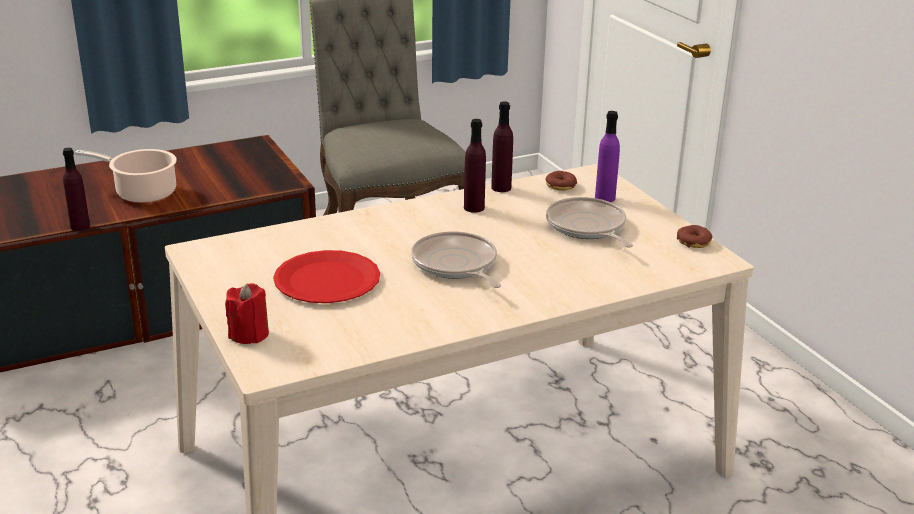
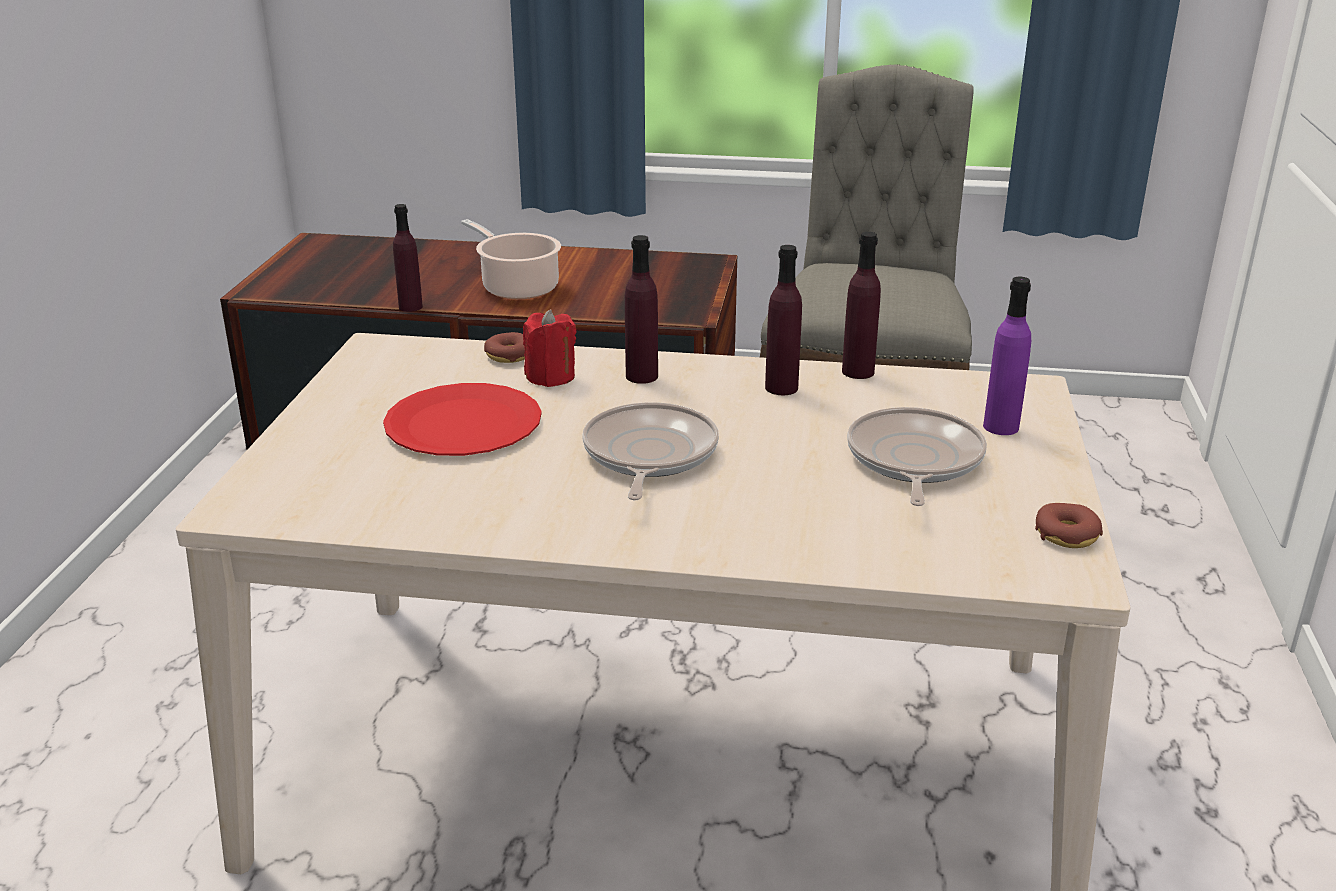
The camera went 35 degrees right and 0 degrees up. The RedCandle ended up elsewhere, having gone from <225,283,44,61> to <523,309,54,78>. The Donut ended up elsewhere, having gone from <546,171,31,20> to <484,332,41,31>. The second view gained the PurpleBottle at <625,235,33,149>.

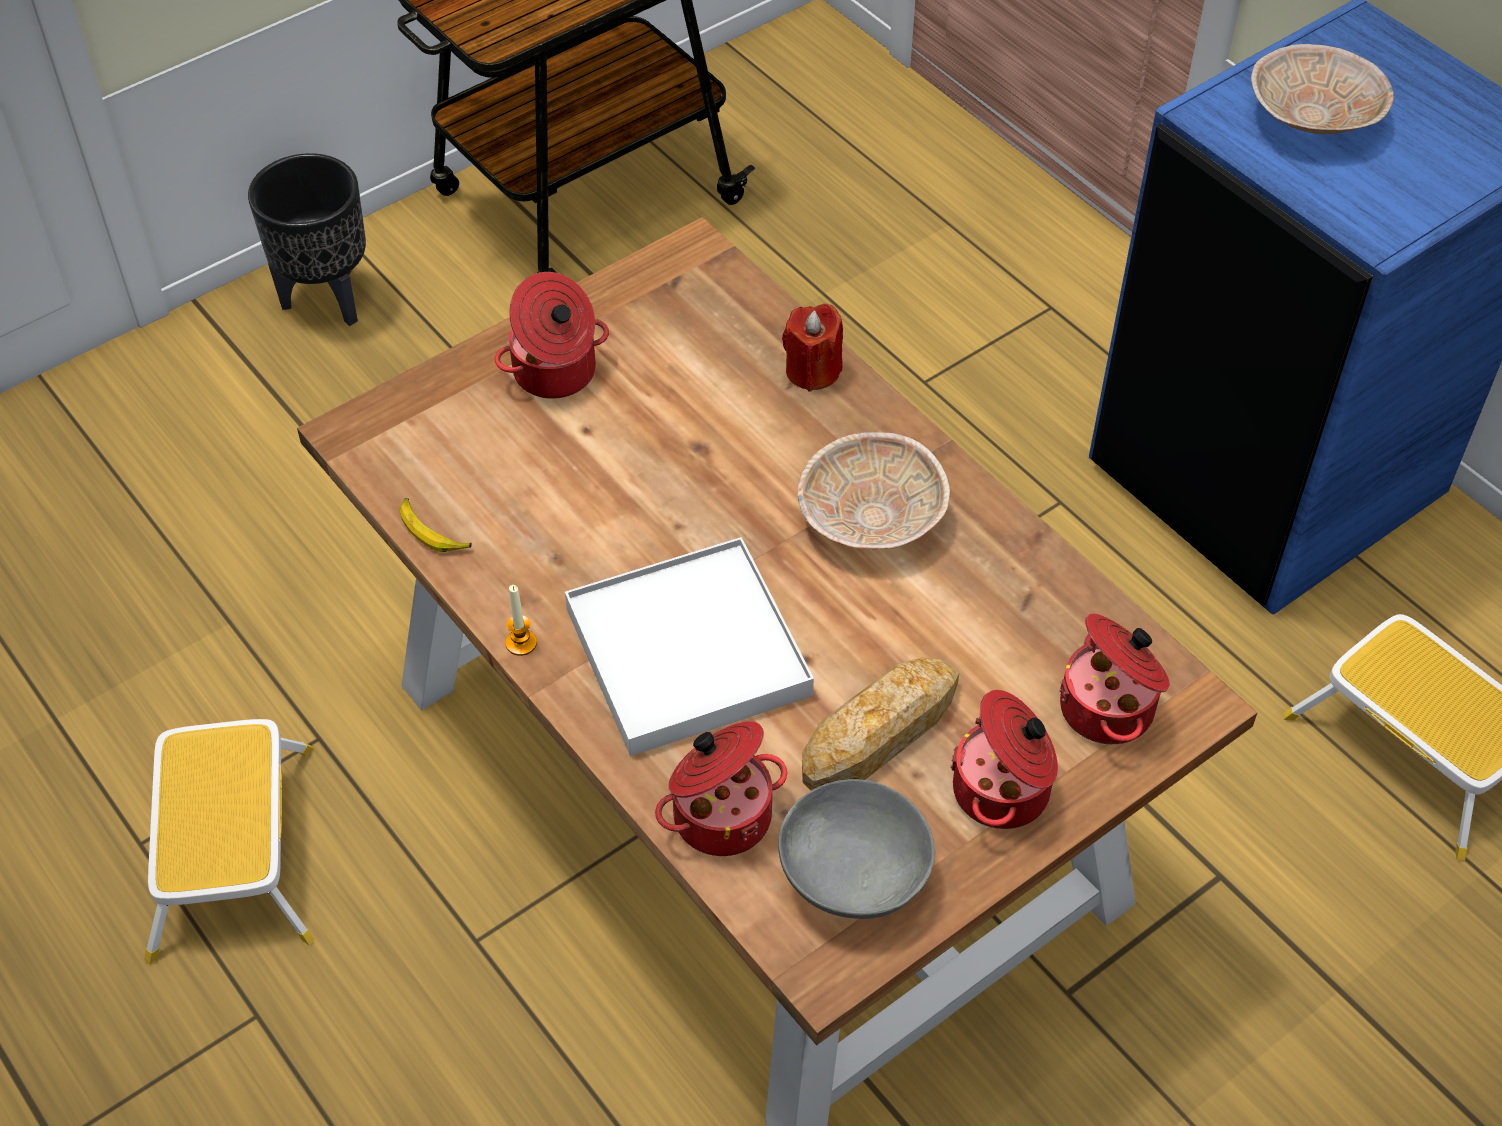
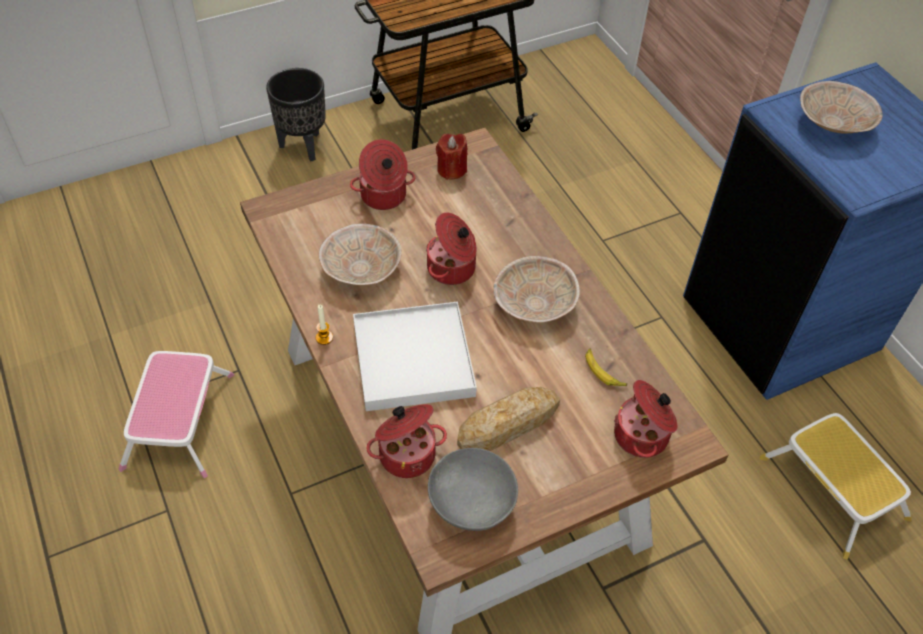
The camera went 10 degrees right and 0 degrees up. What was the YellowStepLadder at <144,719,171,246> turned into the PinkStepLadder at <119,351,115,127>. The Banana ended up elsewhere, having gone from <399,498,73,54> to <585,349,43,37>. The RedCandle ended up elsewhere, having gone from <782,304,61,88> to <436,133,31,47>. The CookingPot ended up elsewhere, having gone from <950,690,108,139> to <426,212,50,73>. The second view gained the BeigeBowl at <319,223,83,62>.

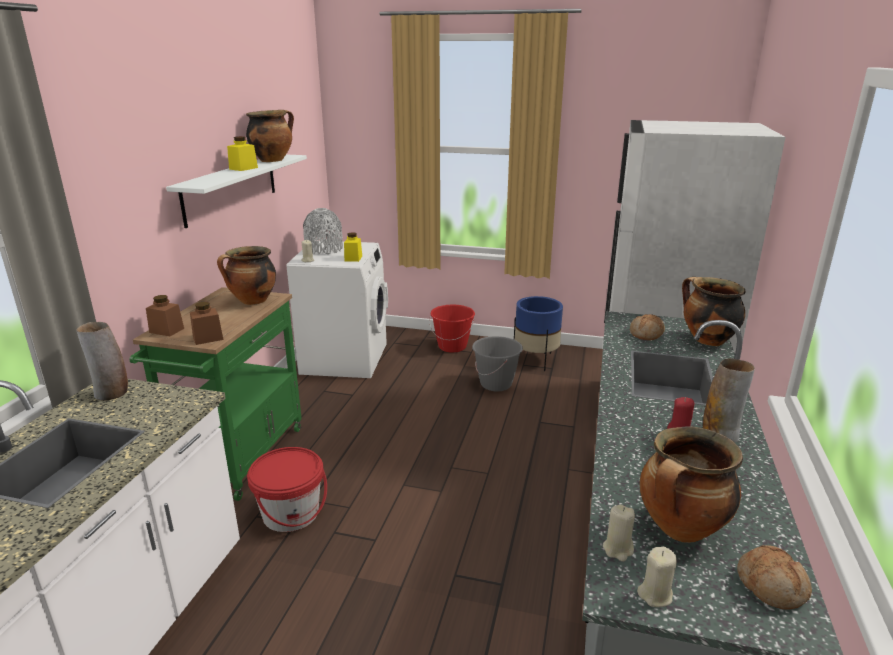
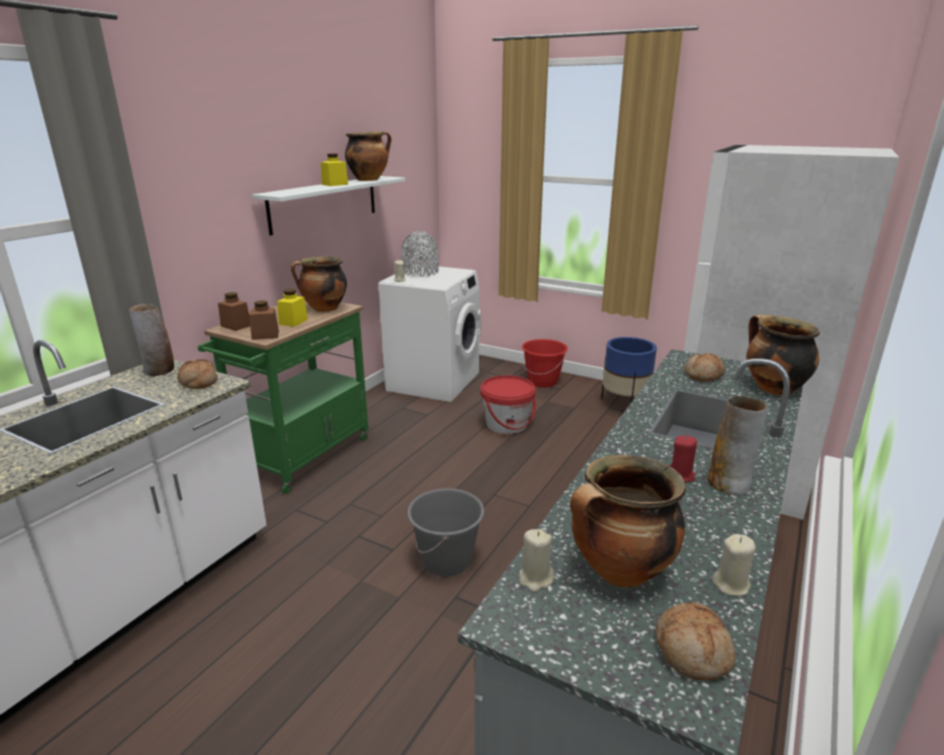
The camera went 15 degrees right and 0 degrees up. The RedBucket ended up elsewhere, having gone from <247,447,80,85> to <480,375,56,59>. The YellowJar ended up elsewhere, having gone from <344,232,18,30> to <277,289,31,38>. The GreyBucket ended up elsewhere, having gone from <472,336,51,55> to <407,488,77,89>. The BeigeCandle ended up elsewhere, having gone from <637,547,40,60> to <712,534,44,62>. The second view gained the Bread at <177,359,41,30>.

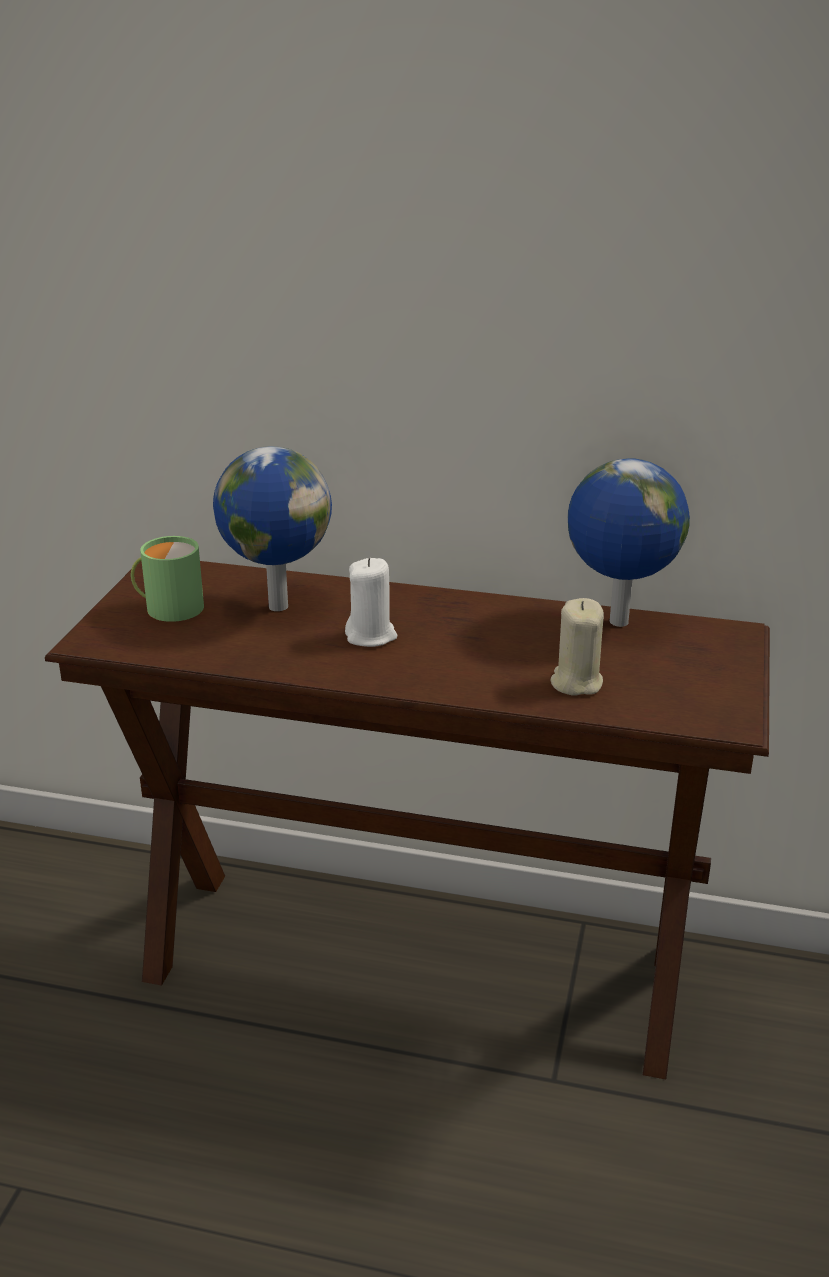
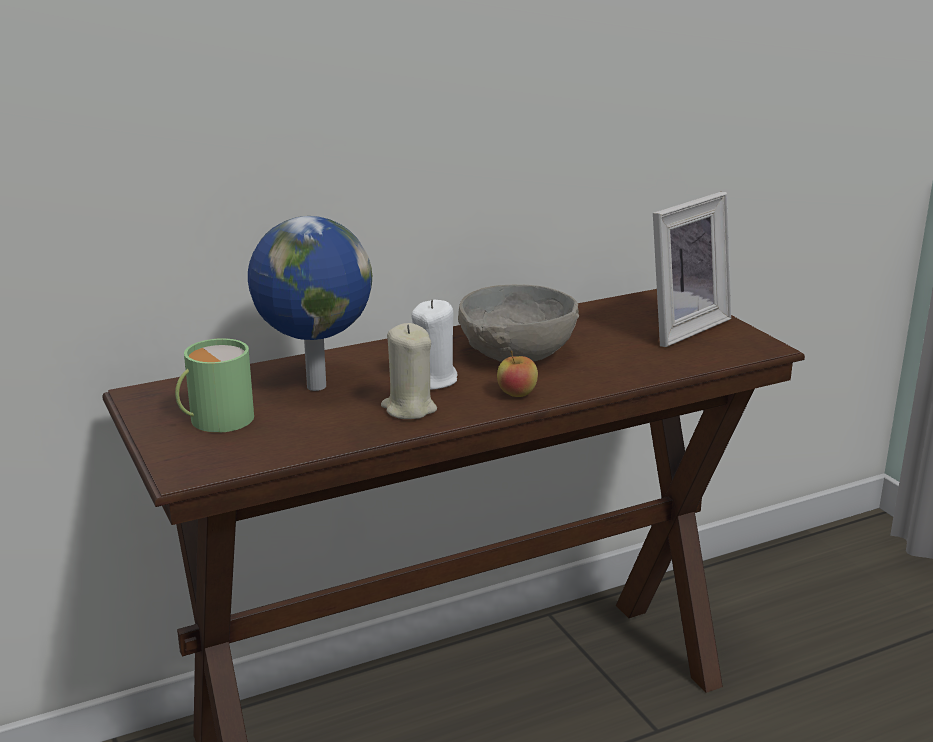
The camera went 40 degrees left and 5 degrees down. The BeigeCandle ended up elsewhere, having gone from <551,598,53,98> to <381,323,56,96>. The second view lost the Globe at <568,458,122,169>. The second view gained the GreyBowl at <458,285,121,77>. The second view gained the Apple at <497,350,41,47>. The second view gained the PictureFrame at <653,192,78,155>.

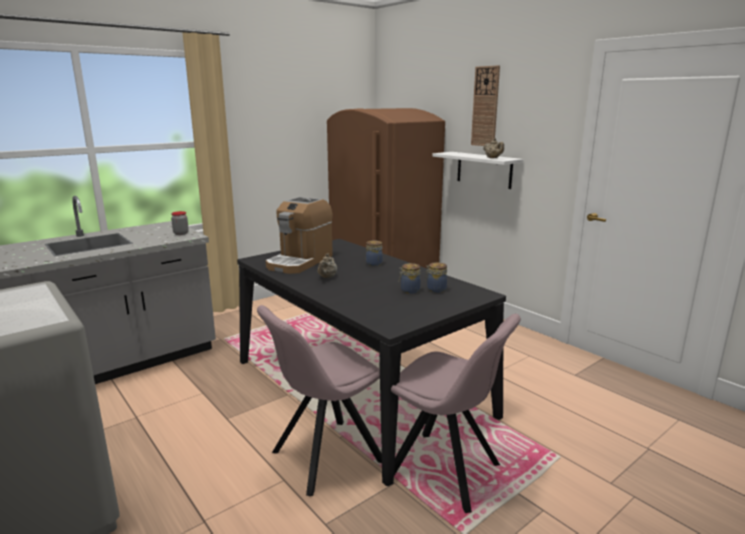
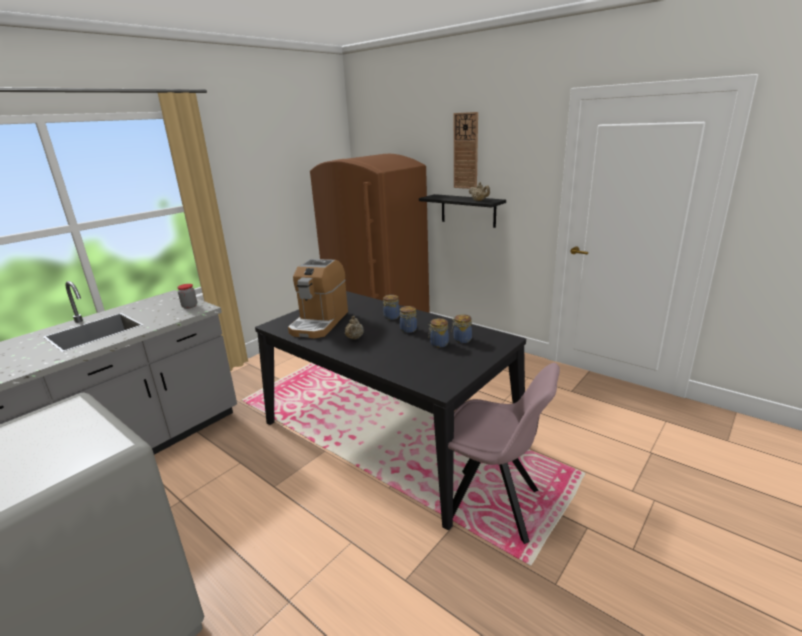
The camera went 10 degrees left and 5 degrees up. The second view lost the PinkChair at <257,305,125,191>. What was the WhiteShelf at <432,152,91,37> turned into the BlackShelf at <419,194,87,34>. The second view gained the Jar at <400,306,17,27>.

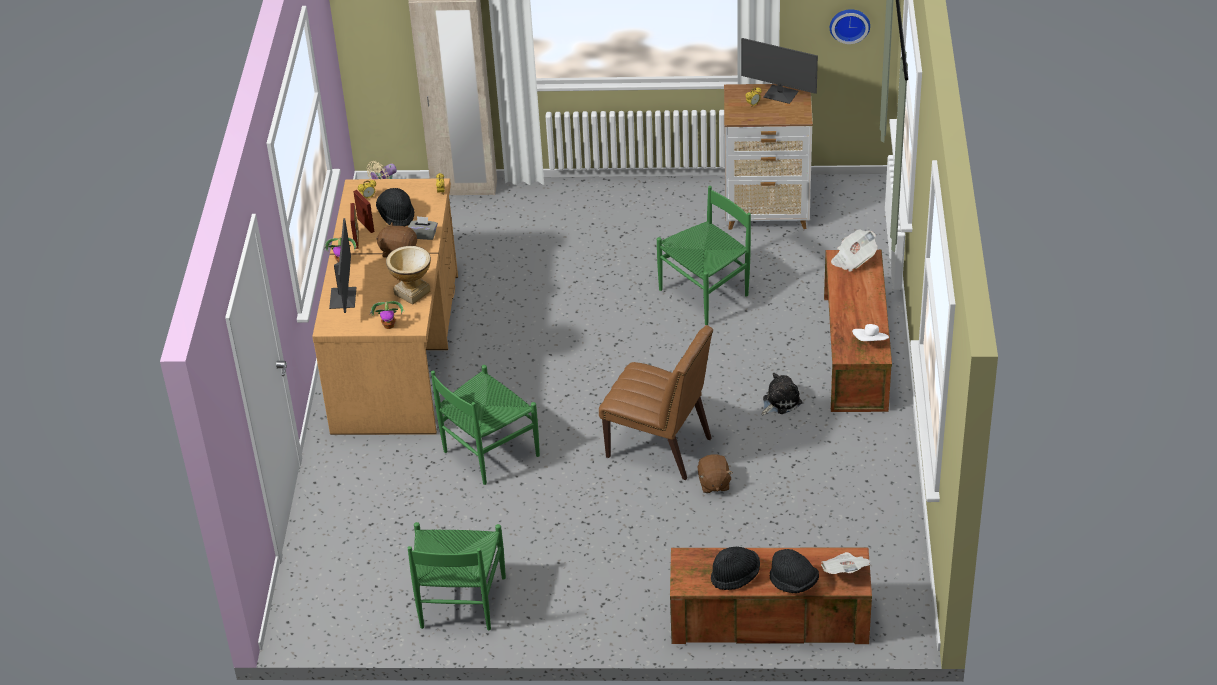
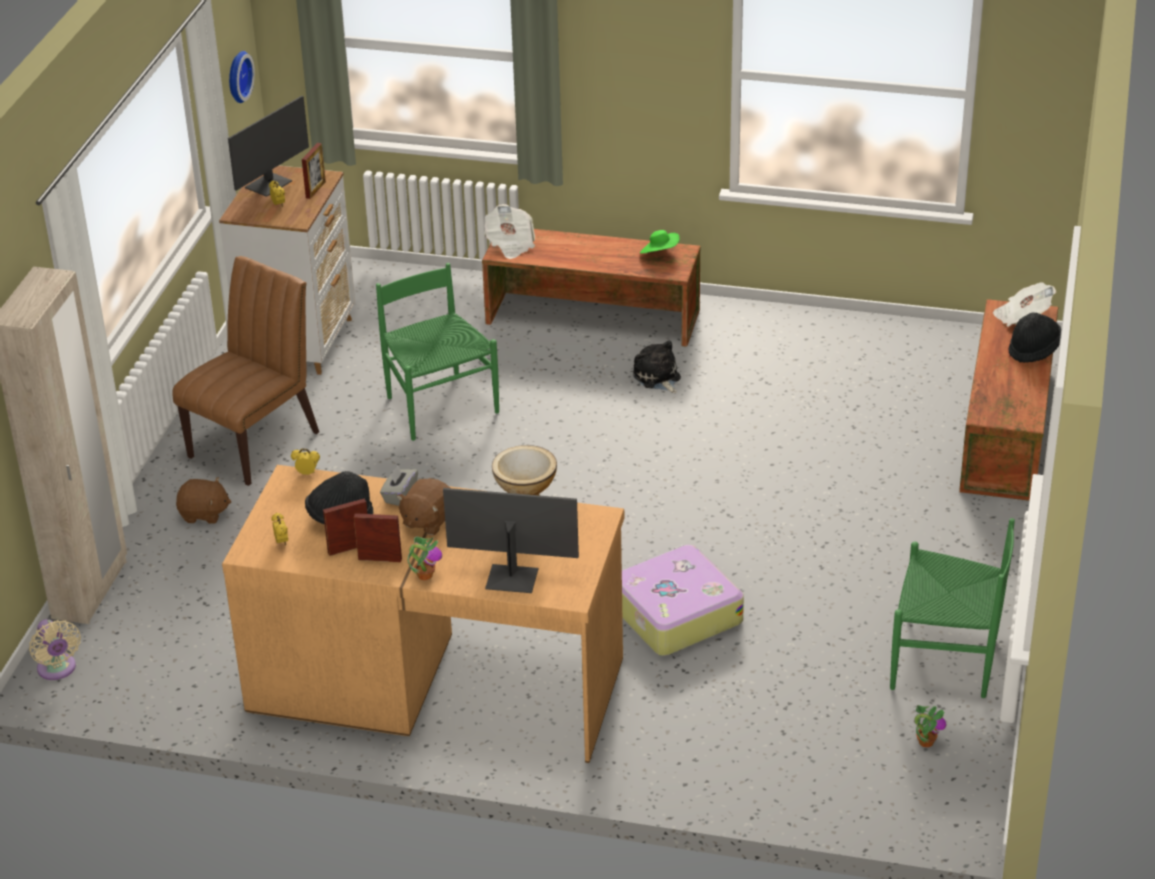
The camera went 80 degrees left and 5 degrees down. The PottedPlant ended up elsewhere, having gone from <370,301,34,28> to <914,705,32,42>. Where the GreenChair stood at <431,365,109,120>, the Suitcase came to stand at <622,544,122,112>. The BrownChair ended up elsewhere, having gone from <599,325,114,155> to <173,256,146,230>. The BrownPlushToy ended up elsewhere, having gone from <698,454,35,39> to <176,477,55,47>. The second view lost the BlackHat at <711,547,49,43>. What was the WhiteHat at <852,324,37,17> turned into the GreenHat at <640,230,40,24>. The second view gained the PictureFrame at <302,143,24,56>.

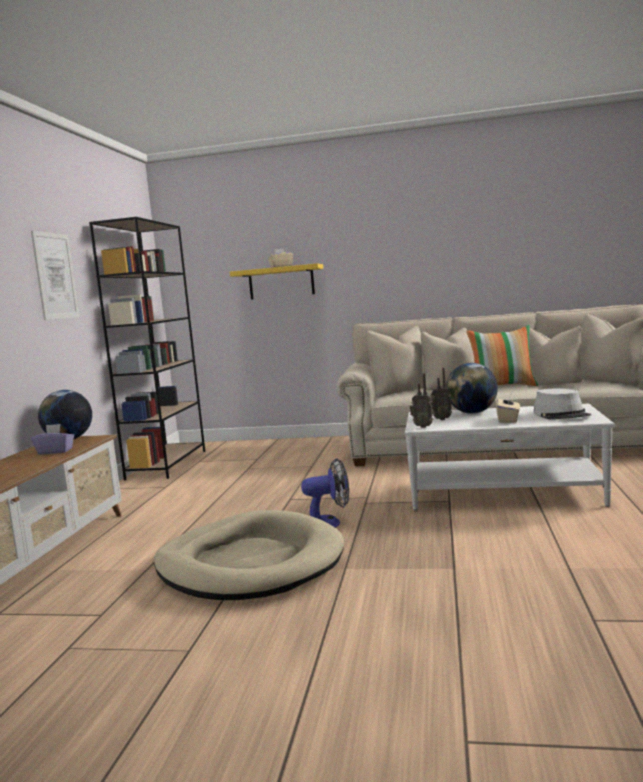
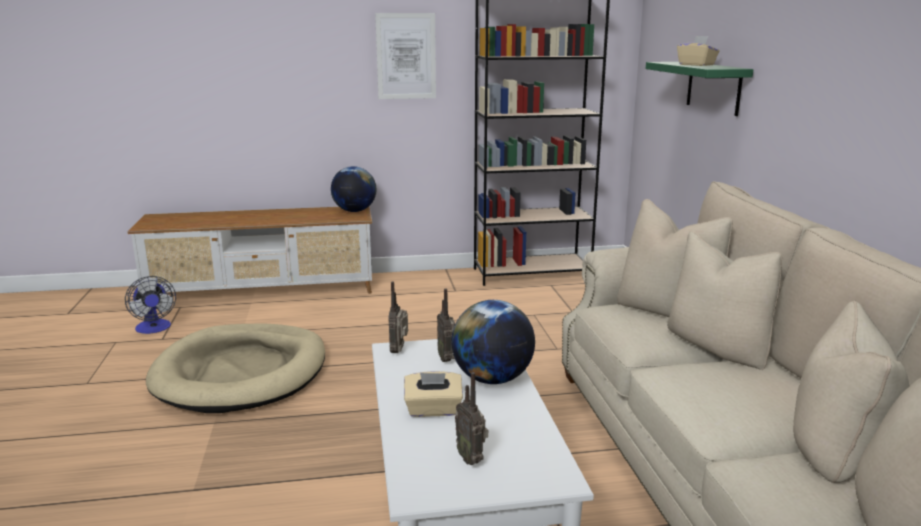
The camera went 70 degrees right and 10 degrees up. The second view lost the PurpleTissueBox at <31,424,43,31>. What was the YellowShelf at <230,263,93,37> turned into the GreenShelf at <646,62,107,54>. The Fan ended up elsewhere, having gone from <301,458,48,70> to <125,276,51,58>. The second view lost the Pillow at <466,325,72,61>. Where the GreyHat stood at <533,388,58,32>, the Radio came to stand at <455,372,33,93>.

